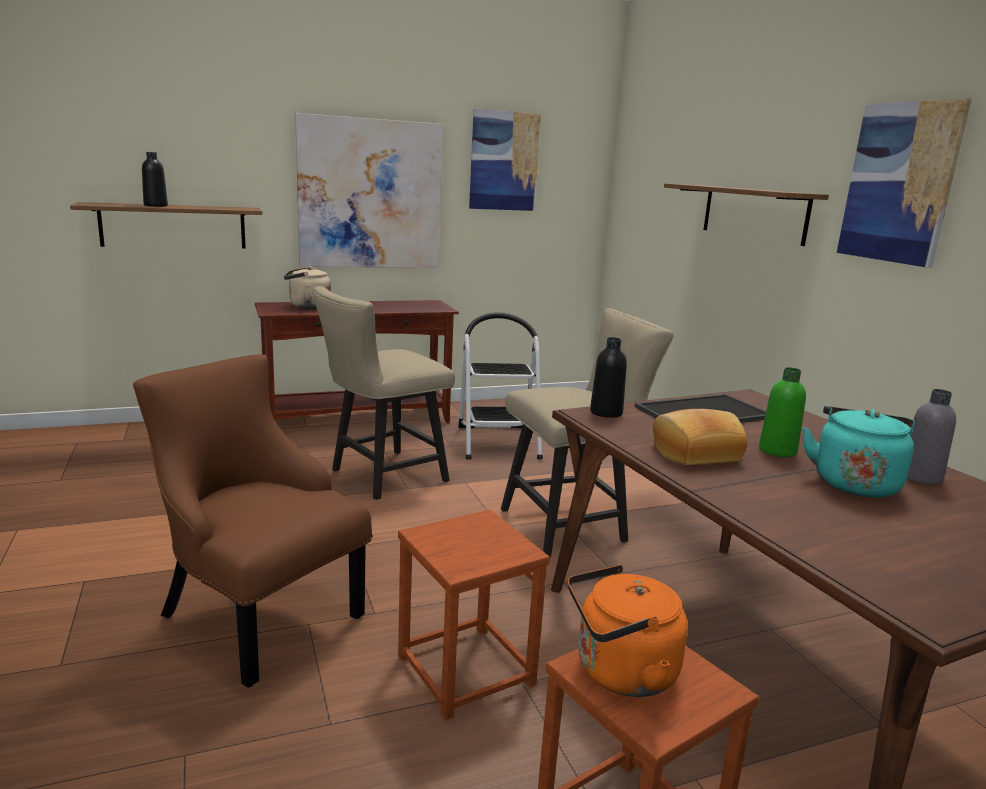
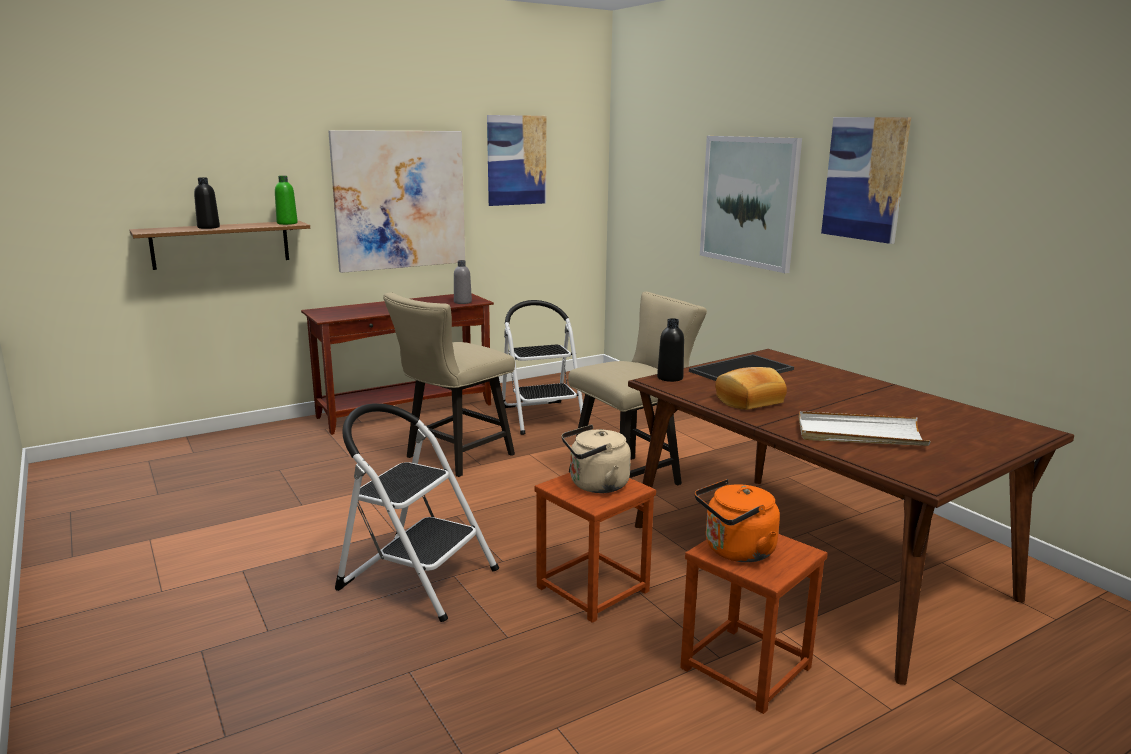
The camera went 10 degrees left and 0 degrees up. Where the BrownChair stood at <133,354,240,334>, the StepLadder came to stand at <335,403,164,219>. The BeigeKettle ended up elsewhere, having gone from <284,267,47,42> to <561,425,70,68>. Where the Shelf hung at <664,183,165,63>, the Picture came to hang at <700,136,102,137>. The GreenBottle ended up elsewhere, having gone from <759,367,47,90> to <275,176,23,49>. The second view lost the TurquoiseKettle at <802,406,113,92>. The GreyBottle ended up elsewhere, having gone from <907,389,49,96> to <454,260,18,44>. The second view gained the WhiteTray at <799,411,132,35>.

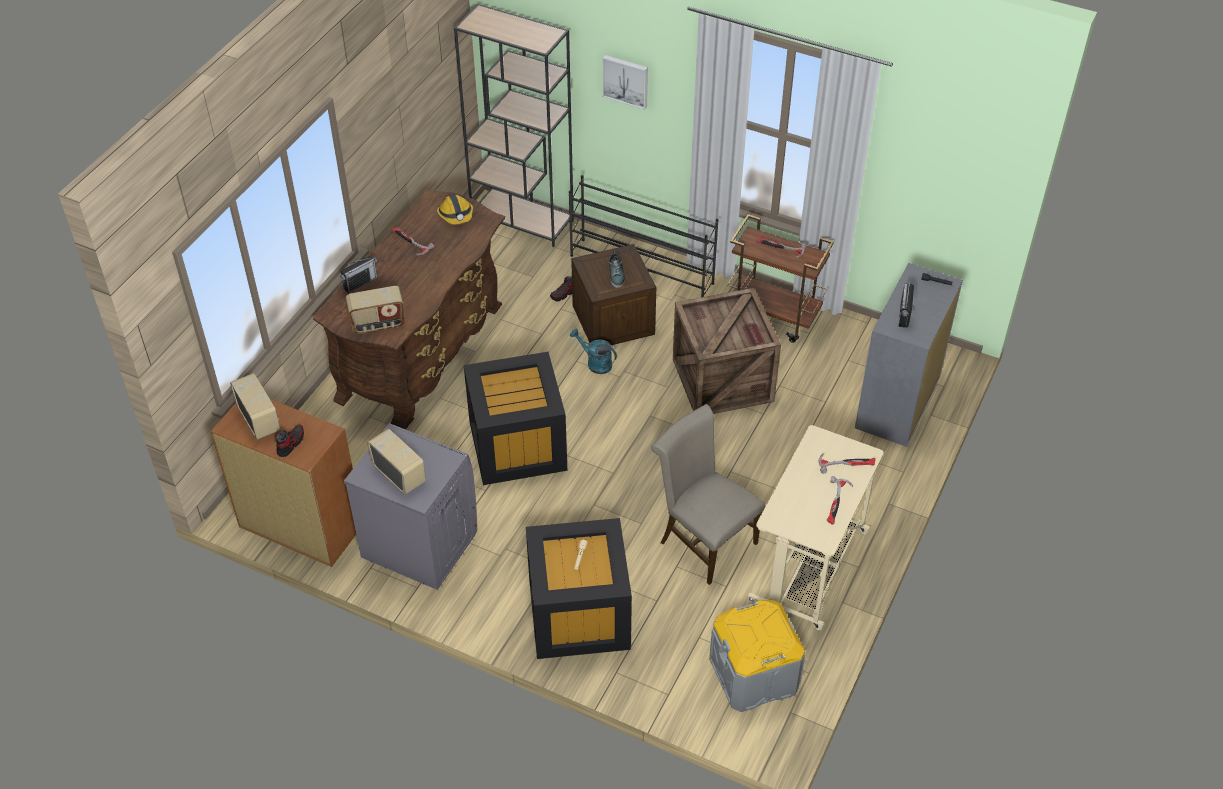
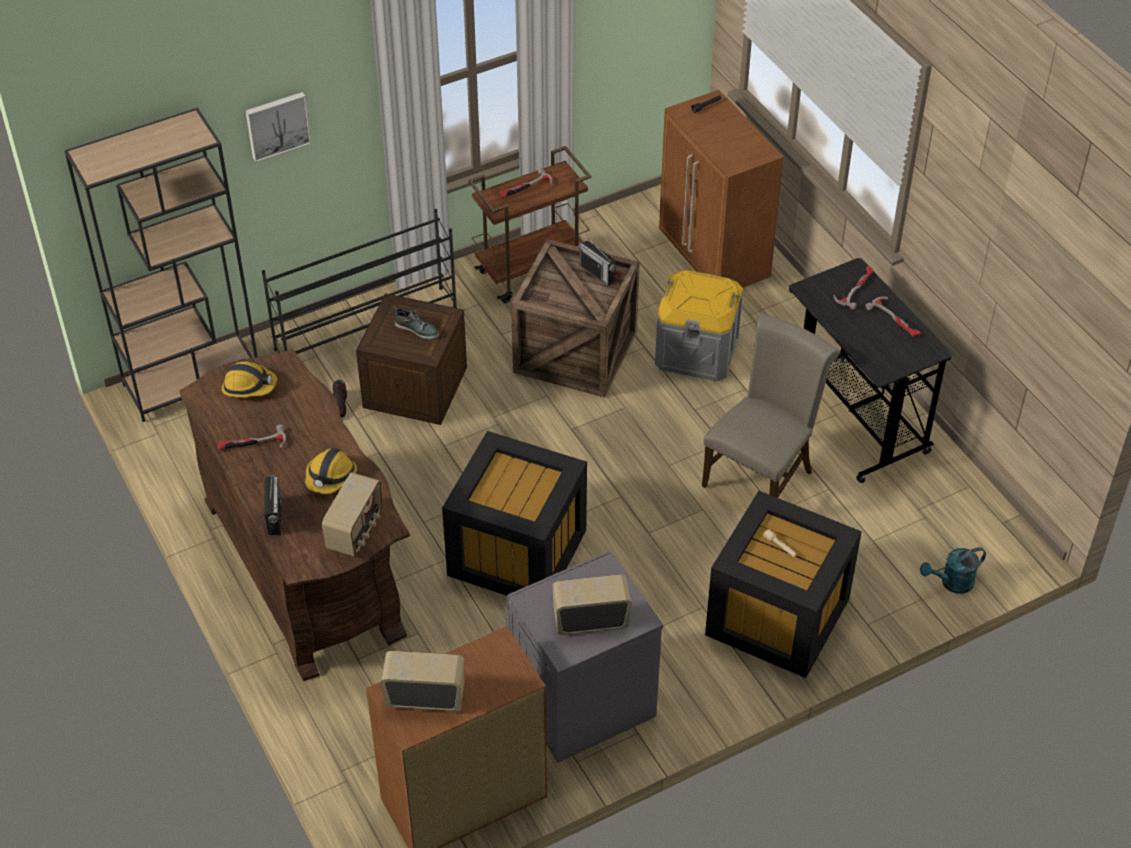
The camera went 55 degrees left and 0 degrees up. The second view lost the Shoe at <276,425,28,32>. The TurquoiseWateringCan ended up elsewhere, having gone from <570,328,47,46> to <920,547,66,47>. The BeigeChair at <651,404,114,181> ended up facing another way, 135 degrees clockwise from before. The GreyStorageBox ended up elsewhere, having gone from <709,600,96,112> to <655,270,88,111>. What was the BeigeDesk at <748,425,135,205> turned into the BlackDesk at <789,258,163,225>. What was the GreyCabinet at <855,263,108,184> turned into the BrownCabinet at <659,90,125,198>. The Radio ended up elsewhere, having gone from <898,280,16,48> to <578,236,38,50>. The second view gained the HardHat at <305,448,52,46>.

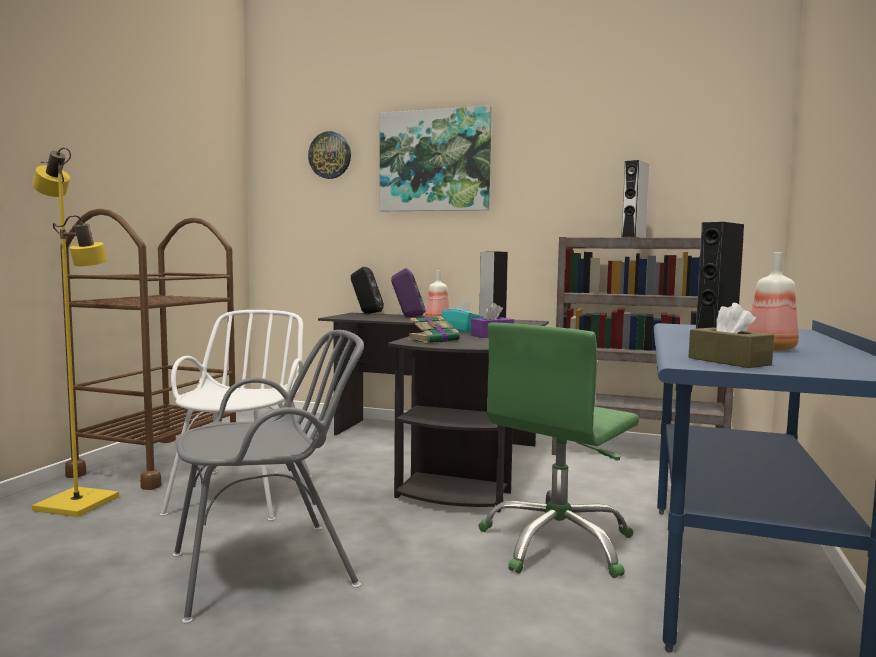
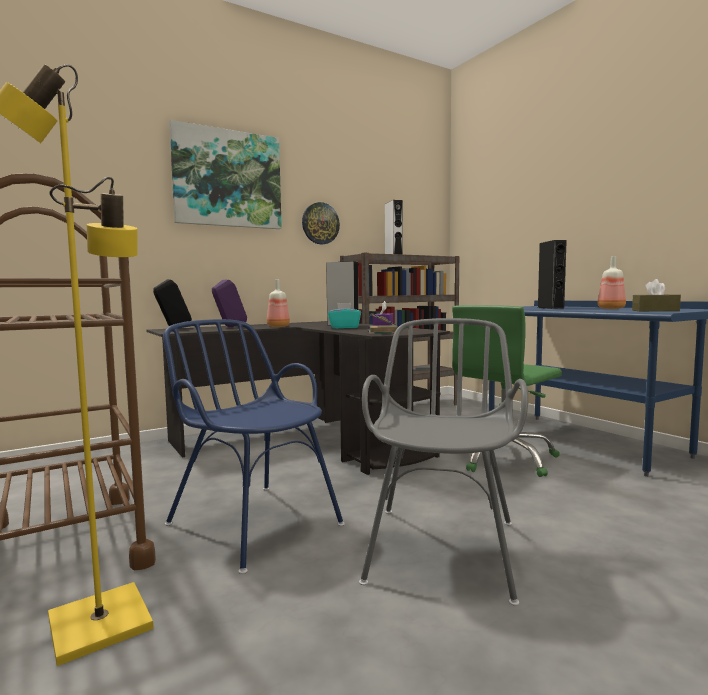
The camera went 50 degrees left and 0 degrees up. What was the WhiteChair at <160,310,152,211> turned into the BlueChair at <163,319,182,255>. The WallClock ended up elsewhere, having gone from <308,131,43,48> to <302,202,38,42>. The GreenOfficeChair at <478,323,161,255> ended up facing another way, 60 degrees clockwise from before.

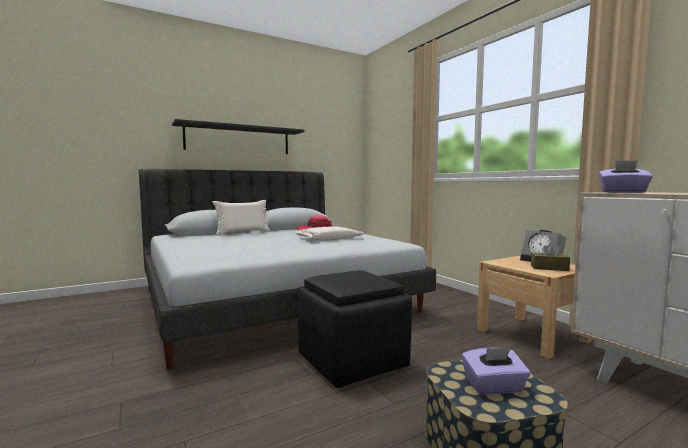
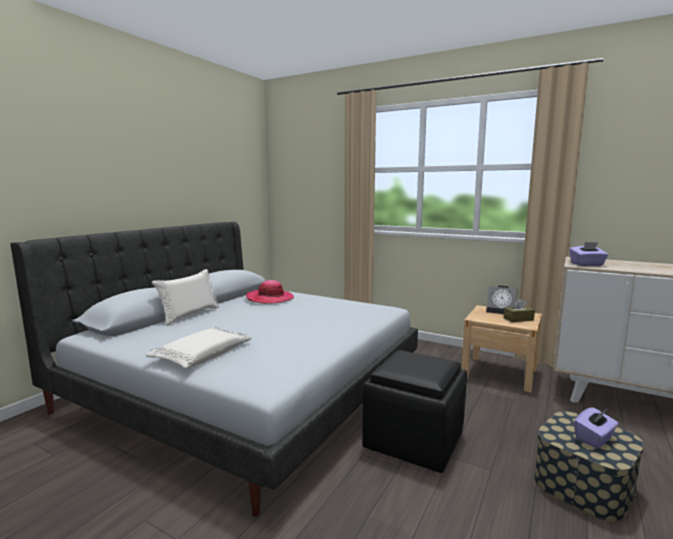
The camera went 30 degrees left and 5 degrees up. The second view lost the BlackShelf at <172,119,132,35>. The WhitePillow ended up elsewhere, having gone from <295,227,69,14> to <145,327,107,42>.

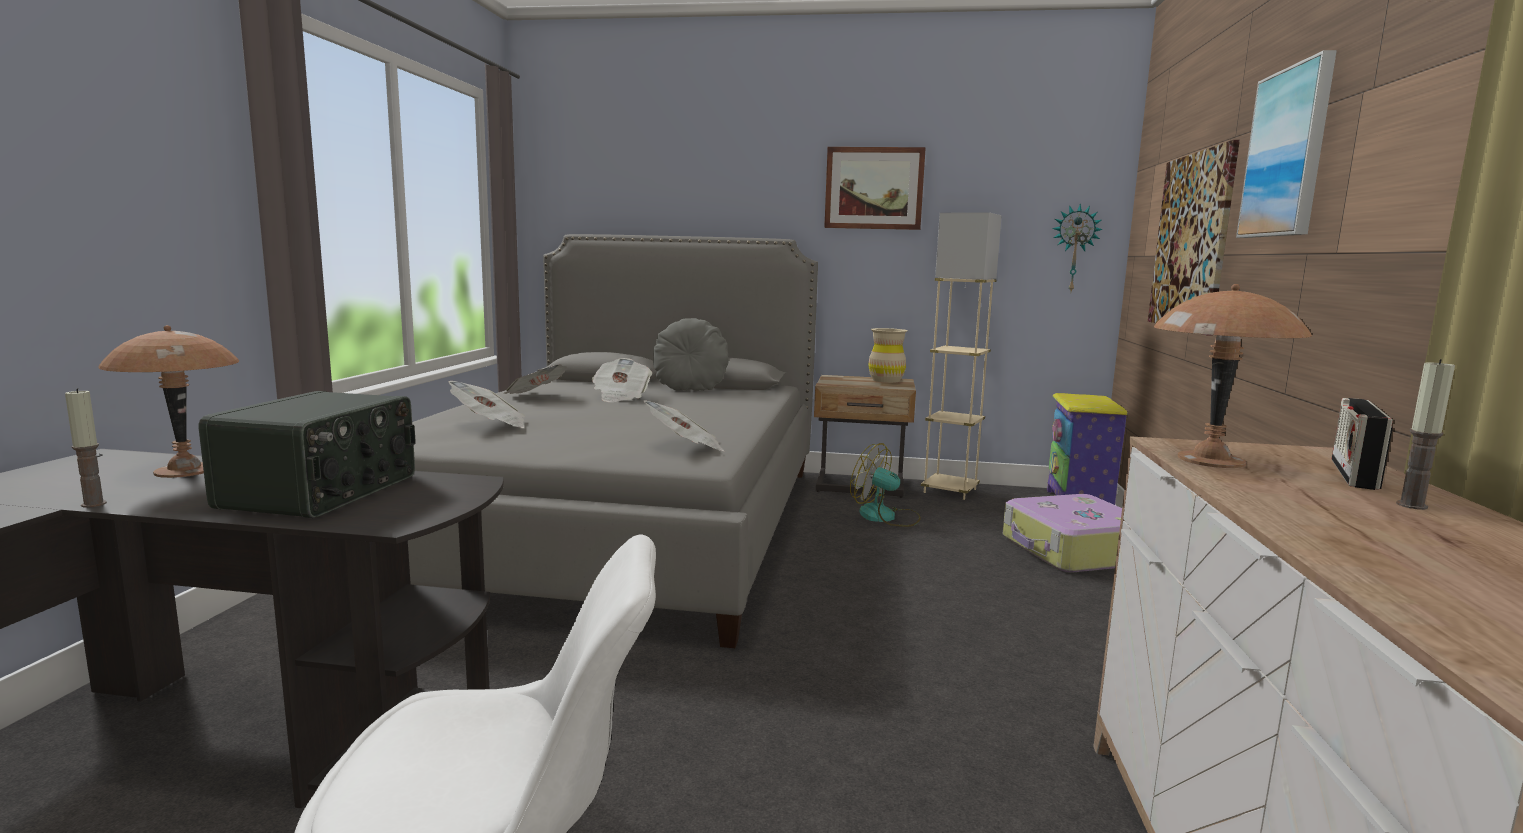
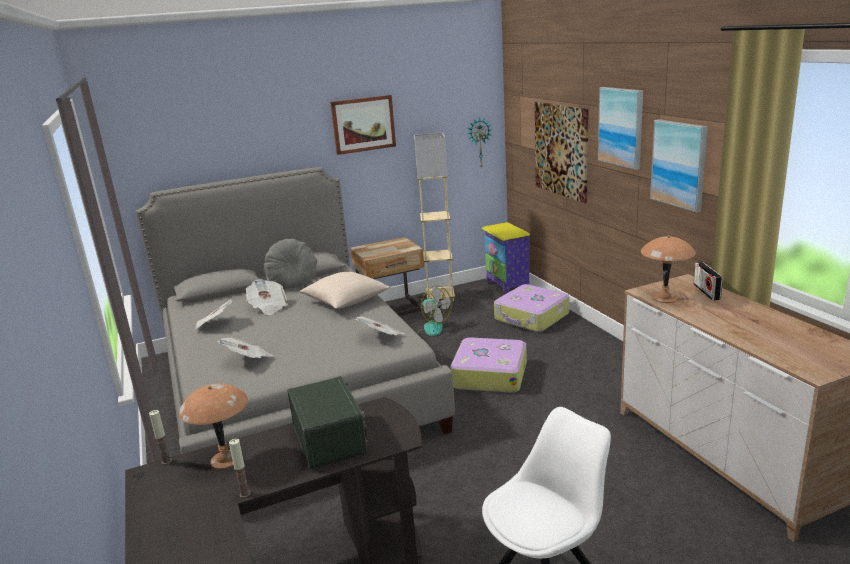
The camera went 30 degrees left and 10 degrees up. The Fan at <850,443,71,84> ended up facing another way, 135 degrees counterclockwise from before. The second view lost the BeigeVase at <868,328,40,55>. The Candle ended up elsewhere, having gone from <1396,359,59,151> to <149,410,23,55>. The second view gained the BeigePillow at <299,272,92,37>. The second view gained the Suitcase at <450,337,77,56>. The second view gained the Picture at <650,119,58,94>.

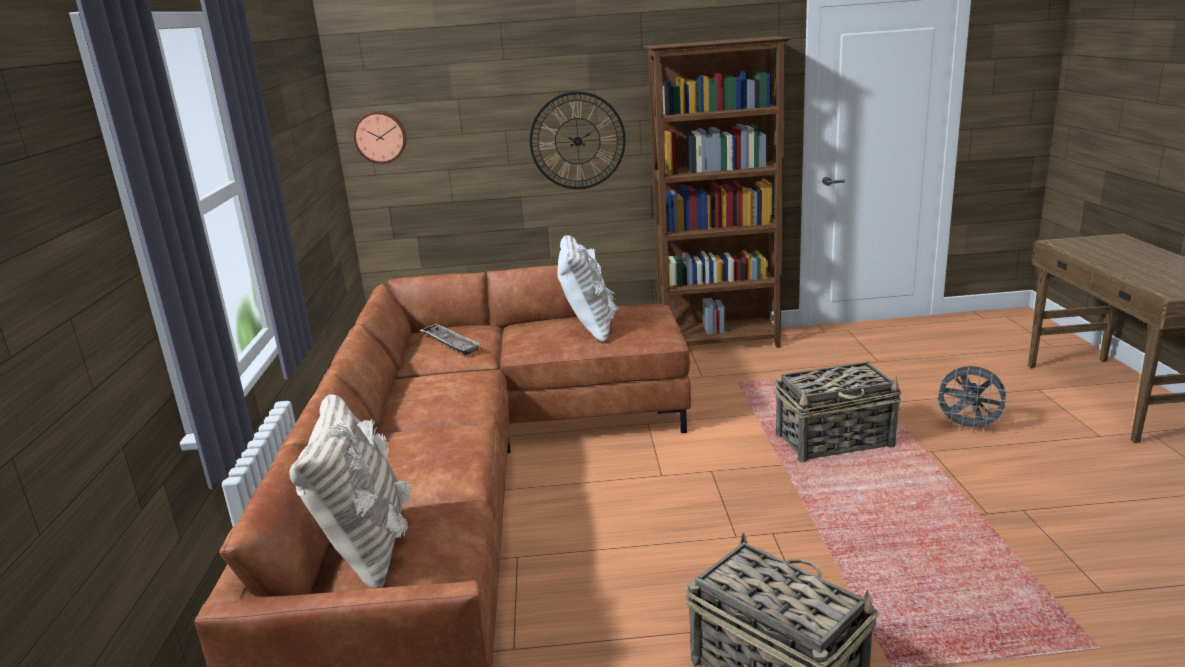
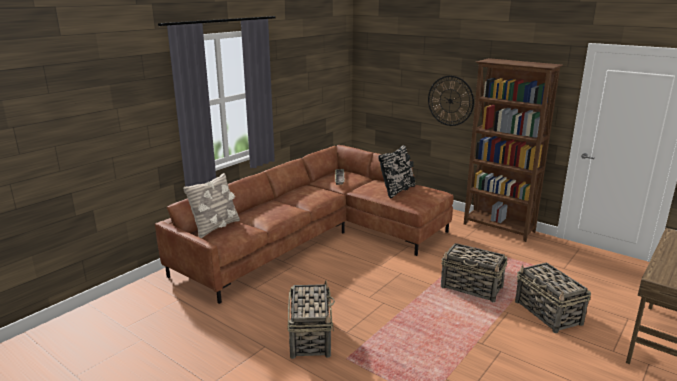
The camera went 40 degrees right and 0 degrees up. The second view lost the WallClock at <353,111,53,53>. What was the WhitePillow at <557,235,61,107> turned into the BlackPillow at <378,145,37,53>. Where the GreyFan stood at <933,366,77,66>, the Basket came to stand at <515,263,76,70>.

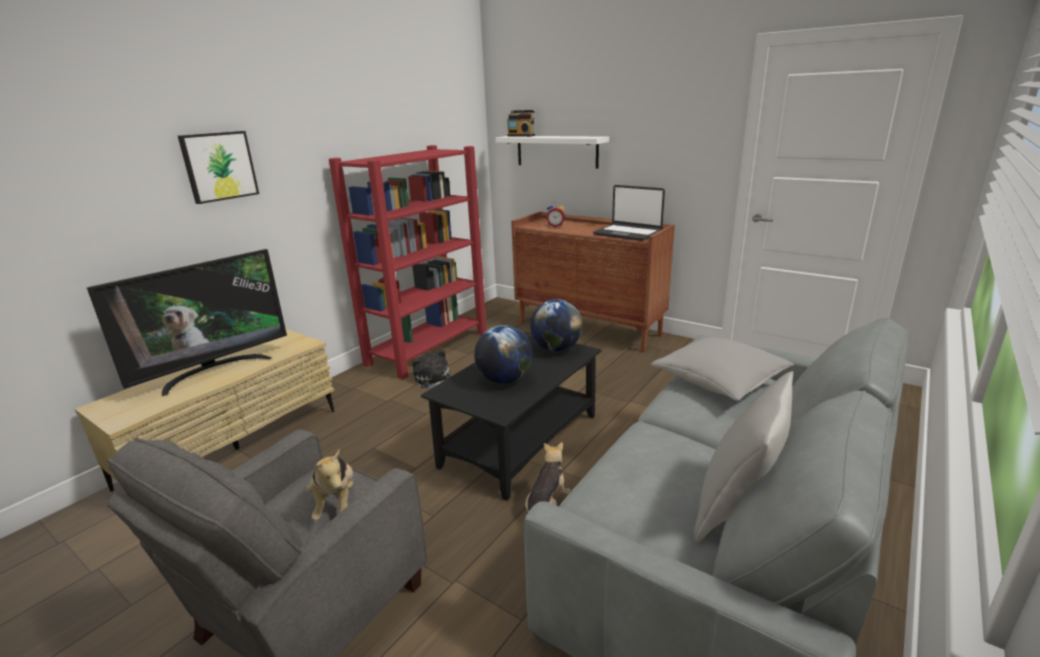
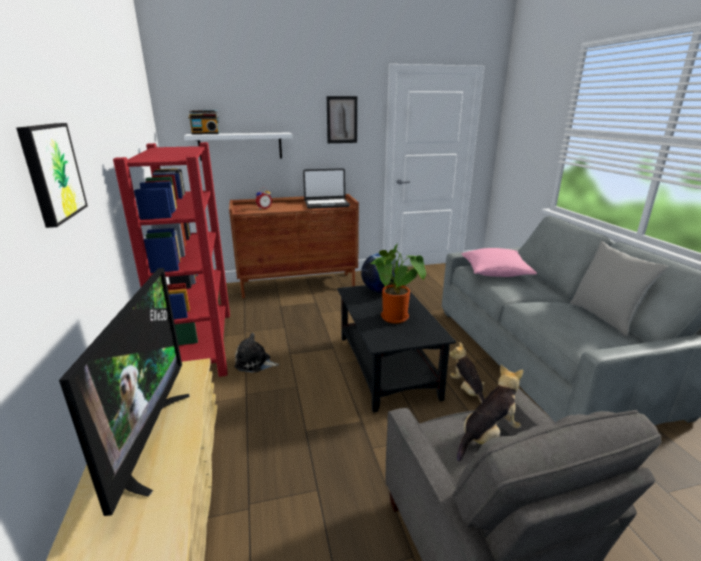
The camera went 50 degrees left and 0 degrees up. The PlushToy at <306,450,47,71> ended up facing another way, 60 degrees counterclockwise from before. Where the Globe stood at <474,325,59,59>, the PottedPlant came to stand at <370,244,56,79>. What was the GreyPillow at <651,338,144,63> turned into the PinkPillow at <462,248,75,29>. The second view gained the Picture at <327,96,30,47>.

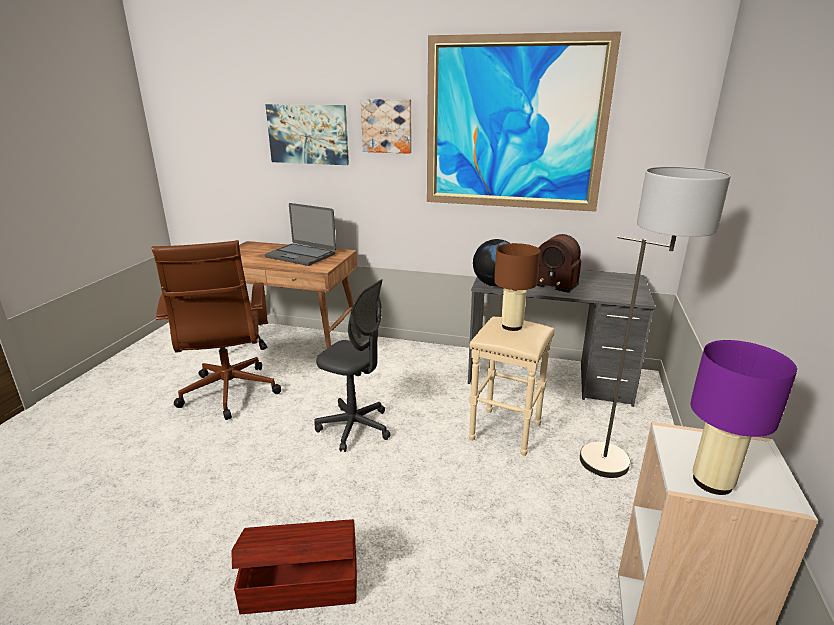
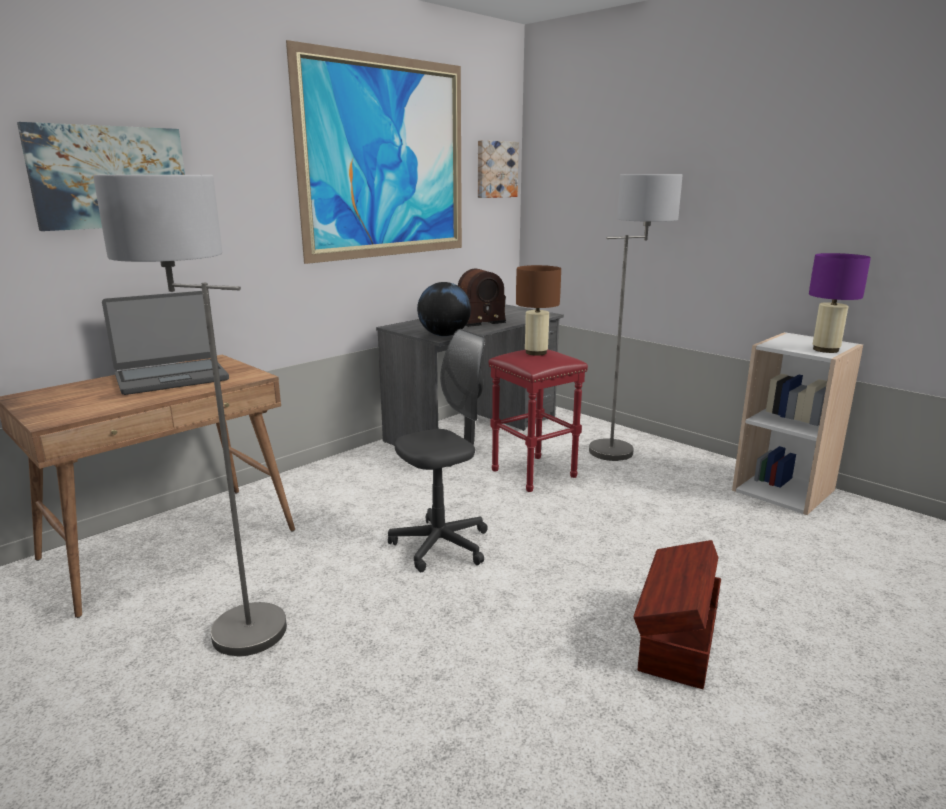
The camera went 60 degrees left and 5 degrees down. Where the BrownOfficeChair stood at <152,240,129,180>, the GreyFloorLamp came to stand at <93,175,194,481>. The Picture ended up elsewhere, having gone from <361,99,50,55> to <478,140,41,58>. What was the BeigeStool at <469,317,86,139> turned into the RedStool at <489,350,99,142>.

